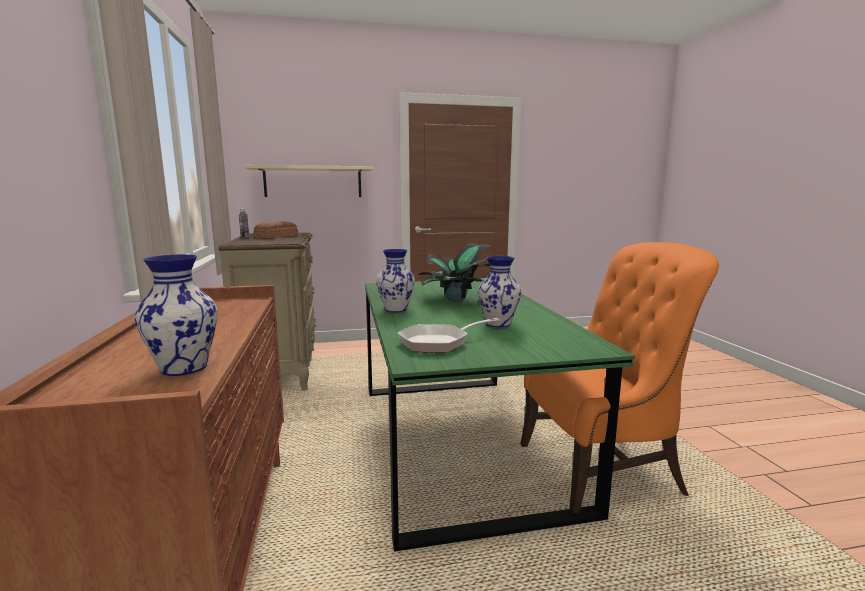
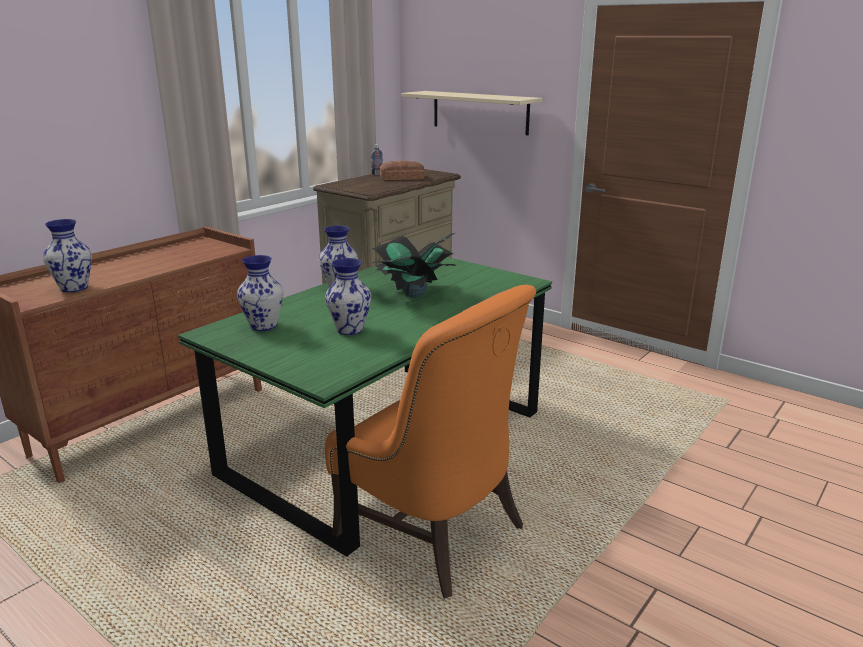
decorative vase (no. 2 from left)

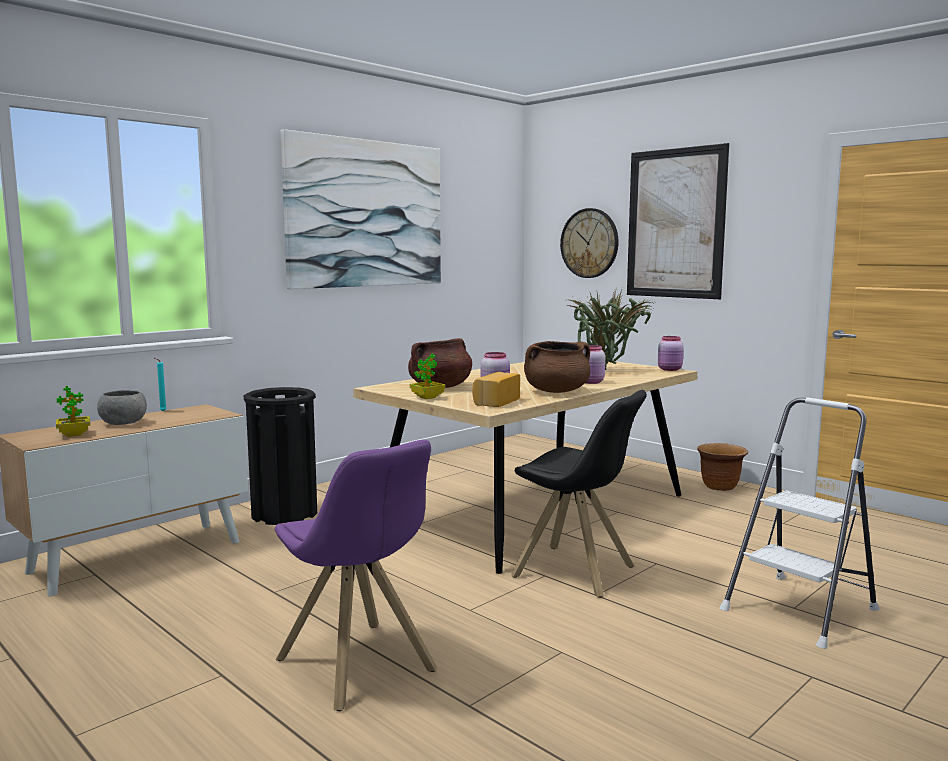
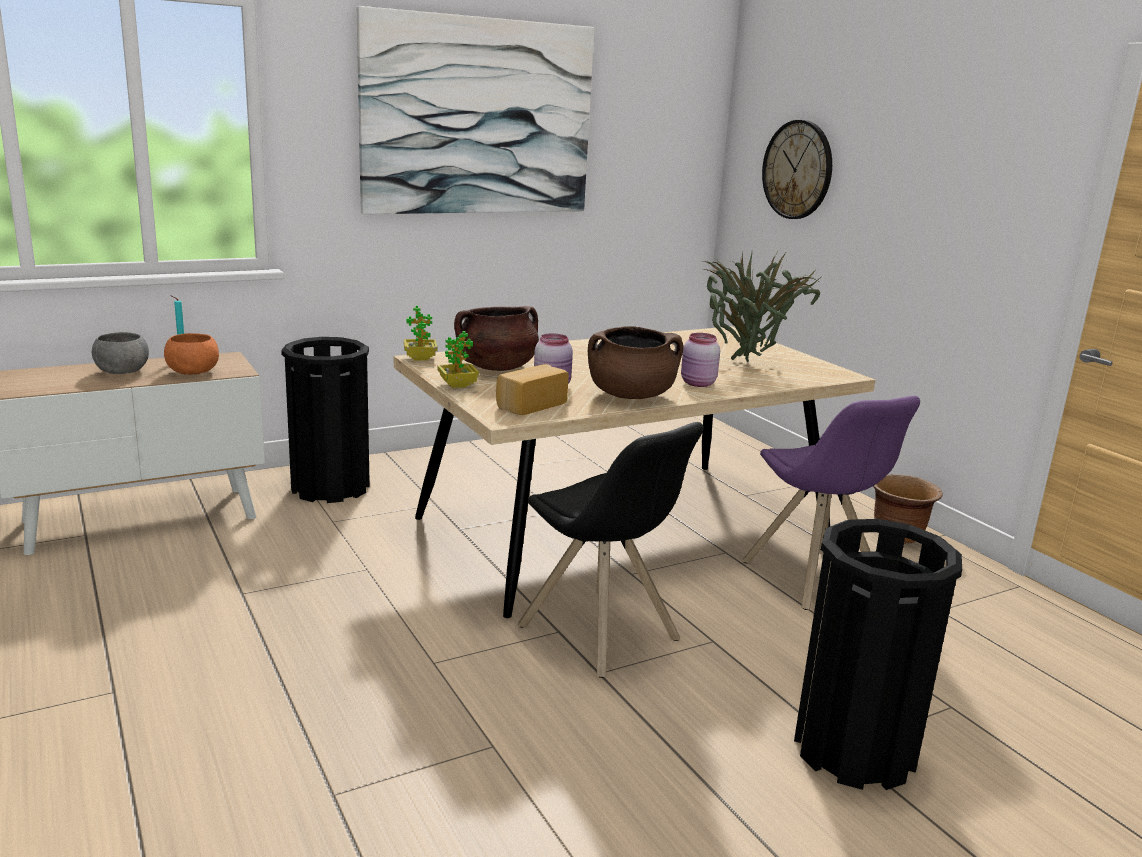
plant in a pot (no. 1 from left)
purple-coloured upright chair
wall art (no. 2 from left in the first image)
pink storage jar (no. 3 from left in the first image)
black-coloured rubbish bin (no. 2 from left)
orangey bowl

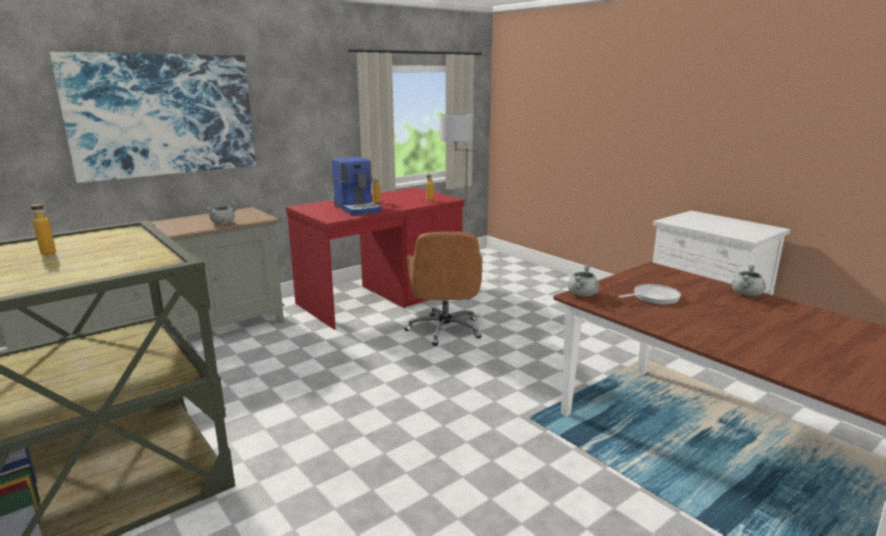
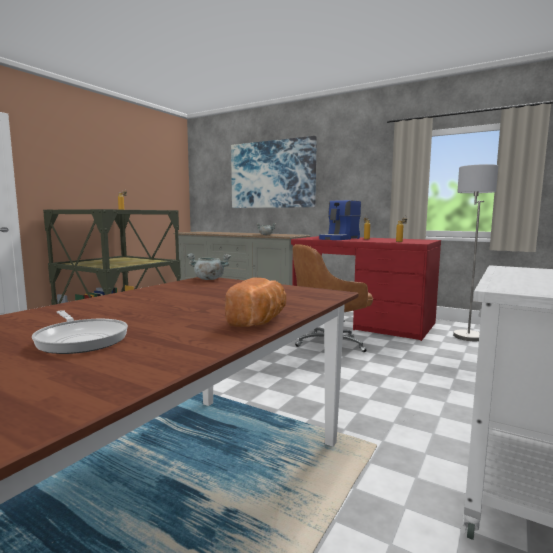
pan
baked bread

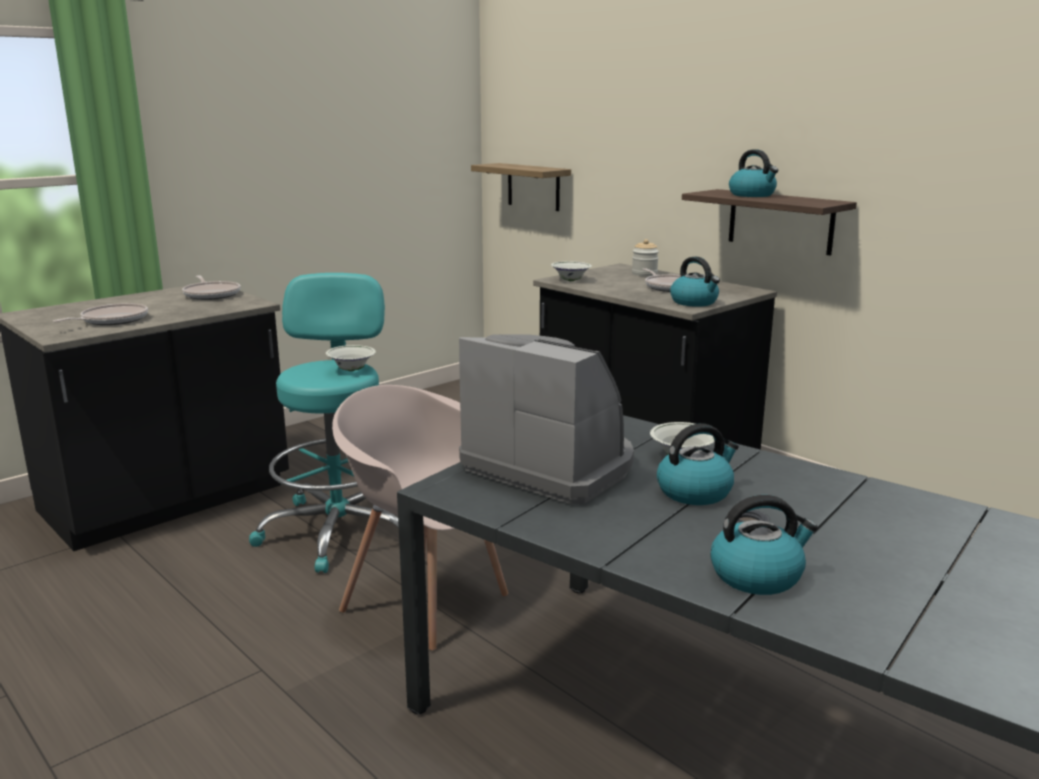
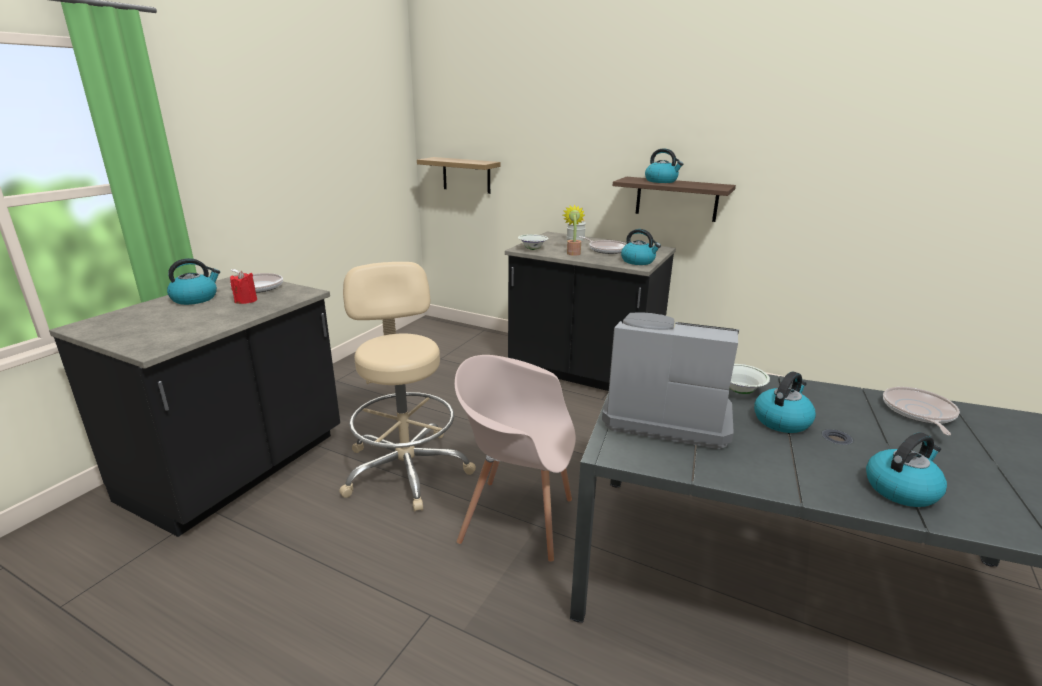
pan (no. 3 from left)
beige-coloured stool seat
white bowl (no. 1 from left in the first image)
kettle (no. 1 from left)
red-coloured candle
plant in a pot

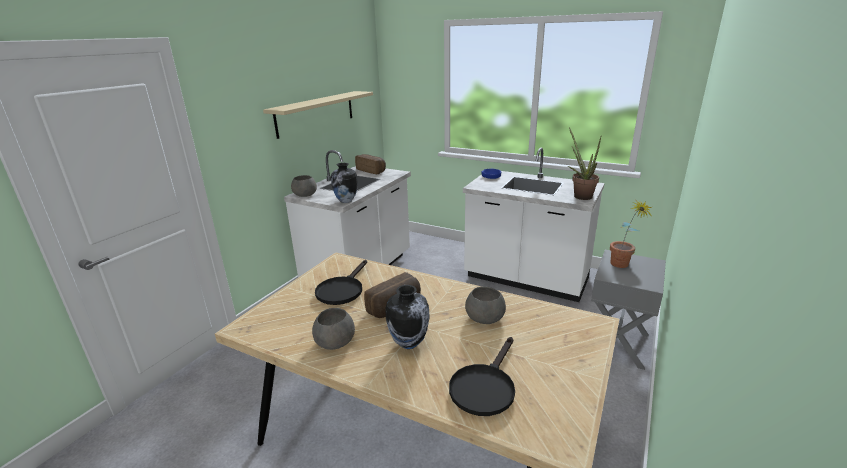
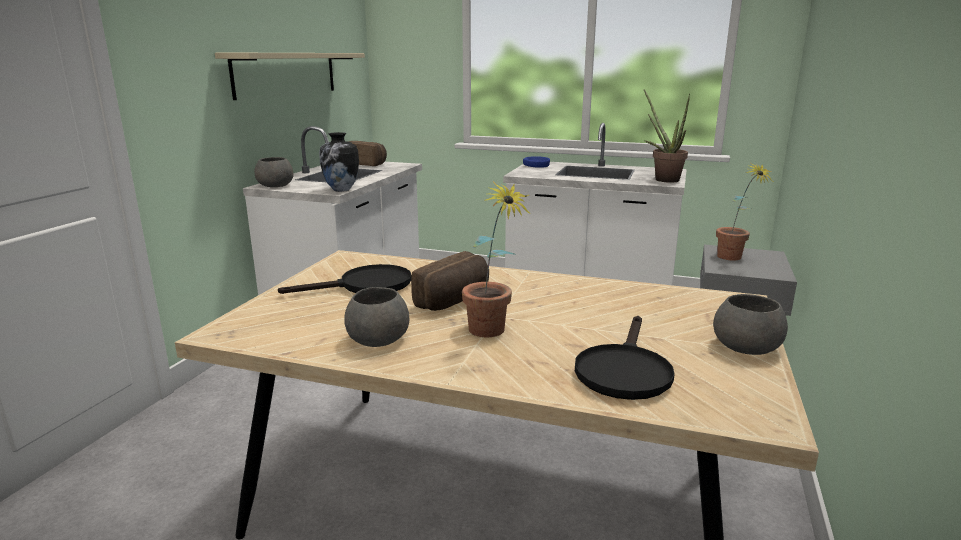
black-coloured pan (no. 1 from left)
plant in a pot (no. 1 from left)
gray bowl (no. 3 from left)

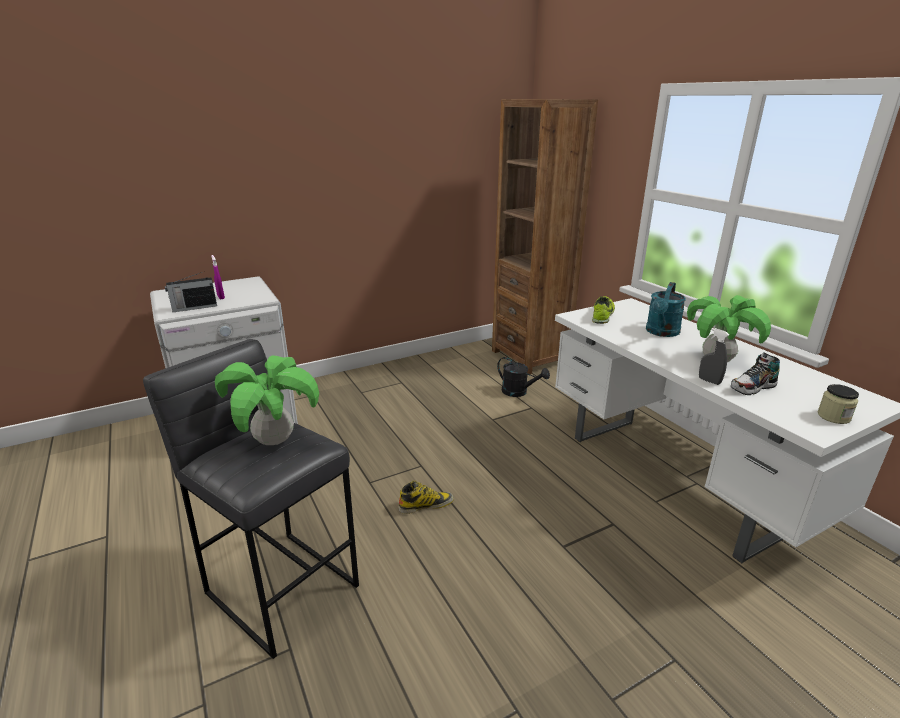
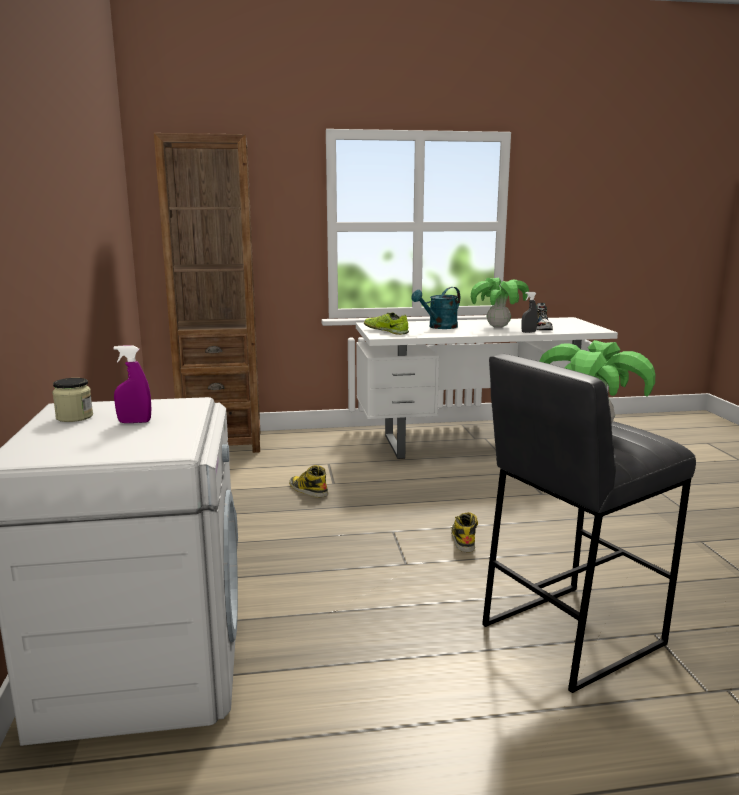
radio set
black-coloured sprinkling can
blue-green sprinkling can
storage jar
boot (no. 1 from left)

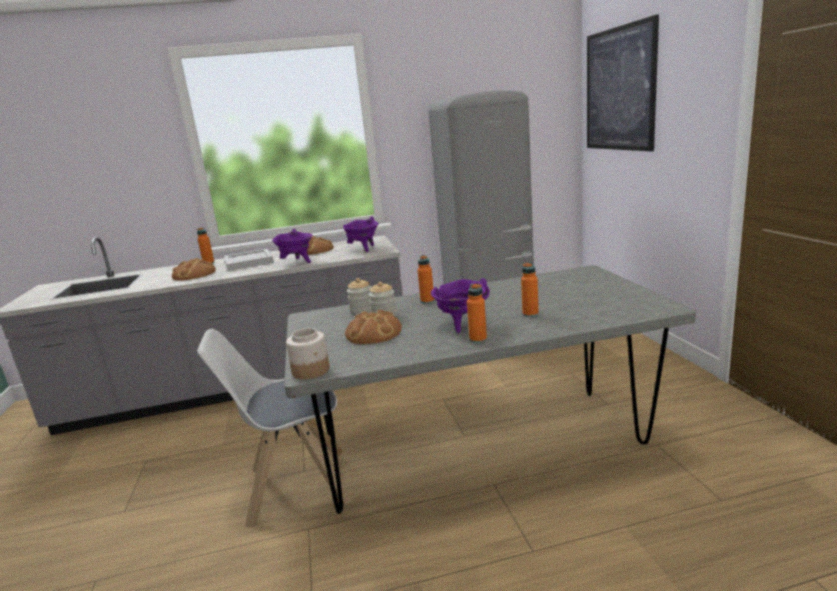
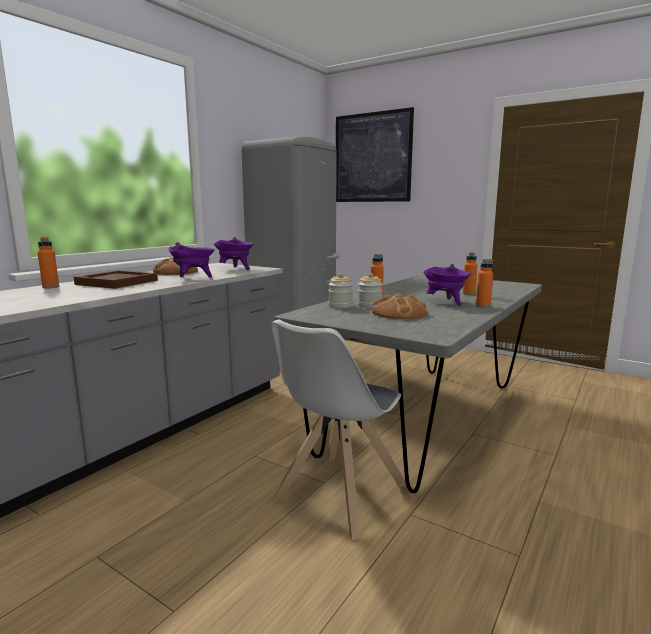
baked bread (no. 1 from left in the first image)
brownish tray
storage jar (no. 1 from left in the first image)

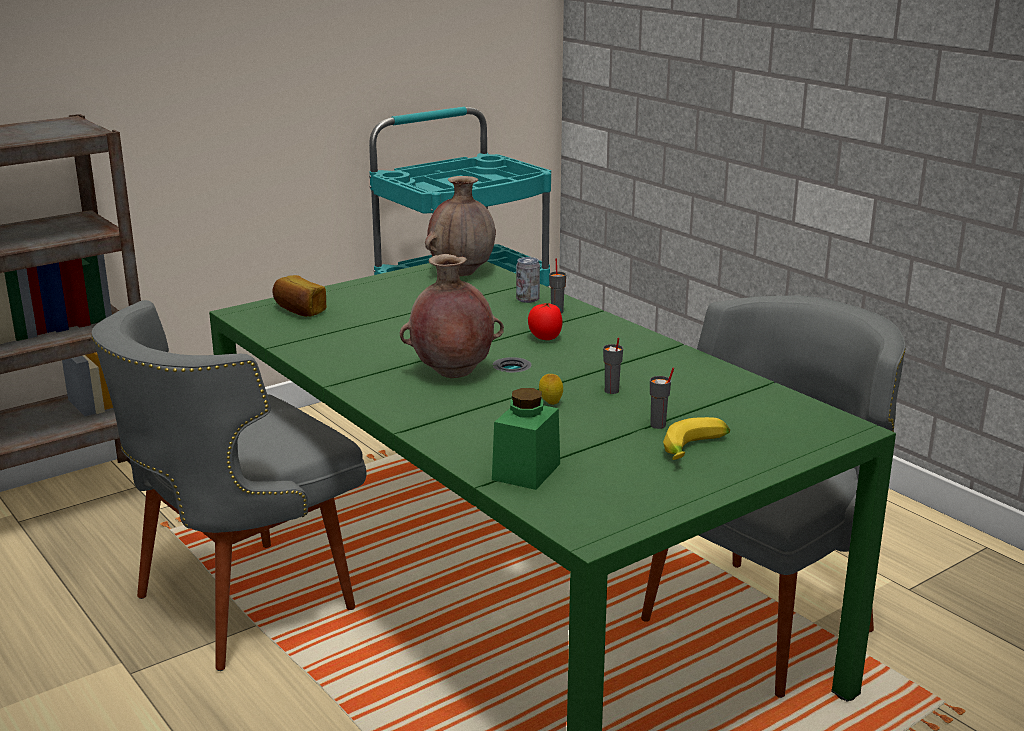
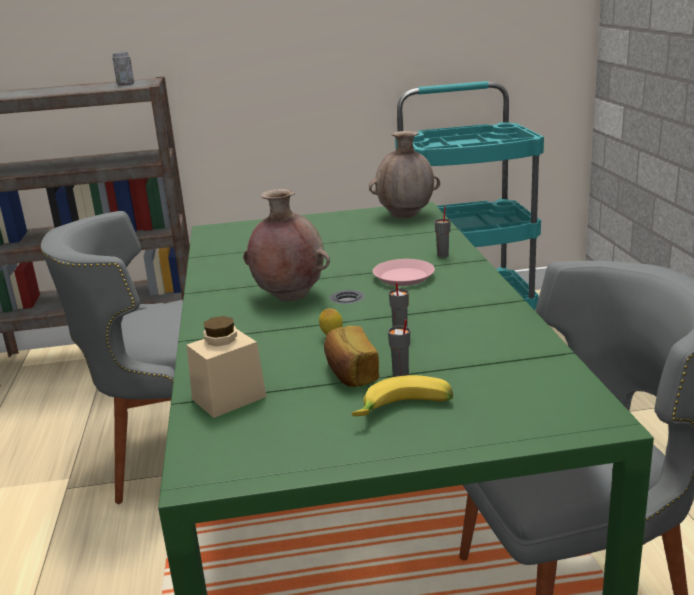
baked bread
beige-coloured storage jar
metal can
pink dinner plate

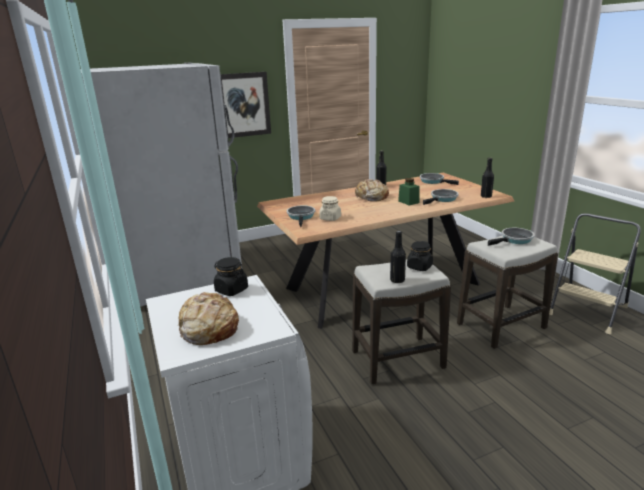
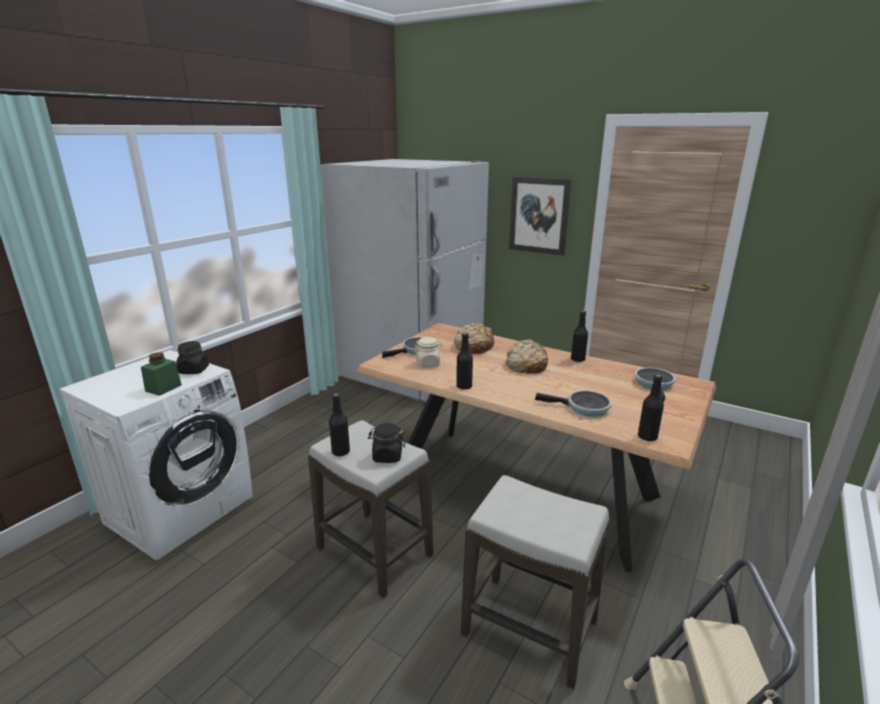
baked bread (no. 1 from left)
green-coloured storage jar
pan (no. 4 from left in the first image)
black-coloured bottle (no. 2 from left)

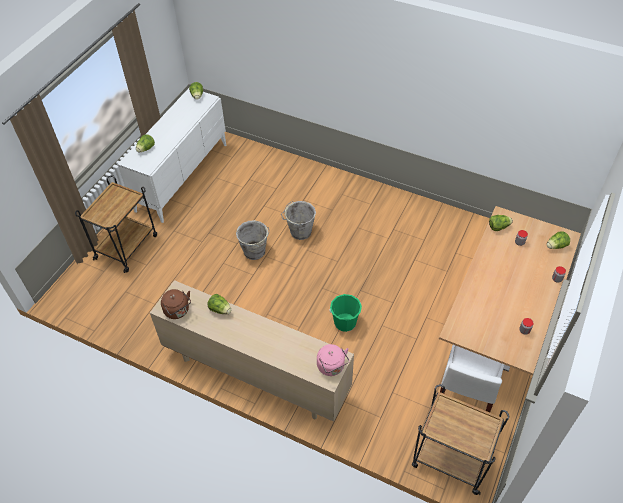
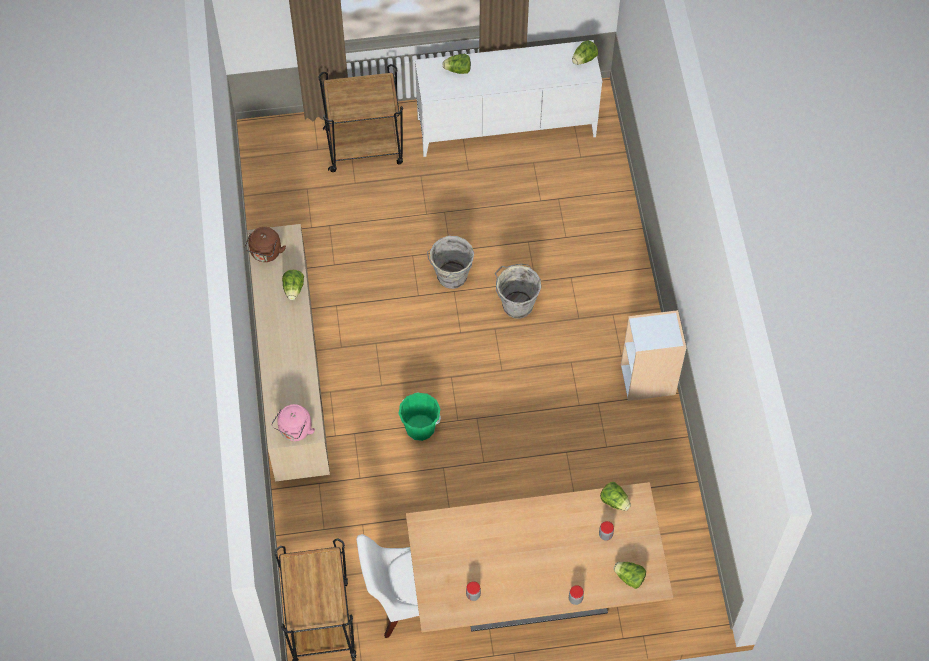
bookcase

